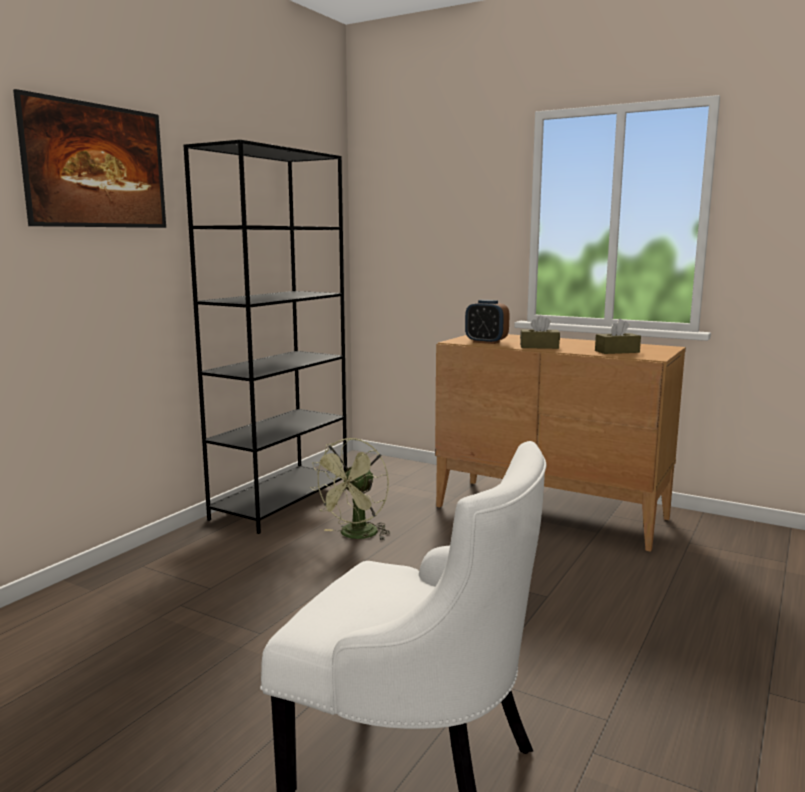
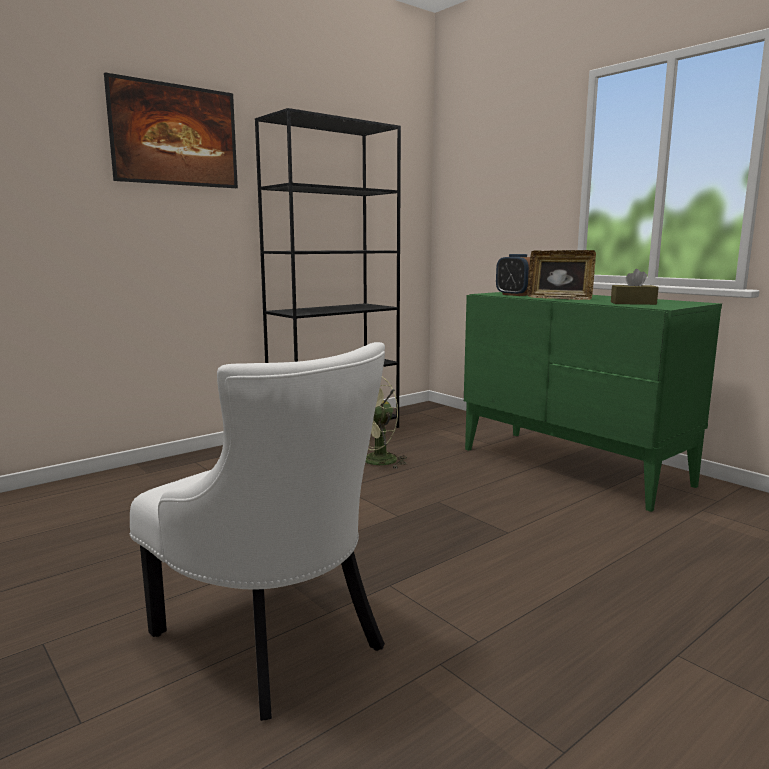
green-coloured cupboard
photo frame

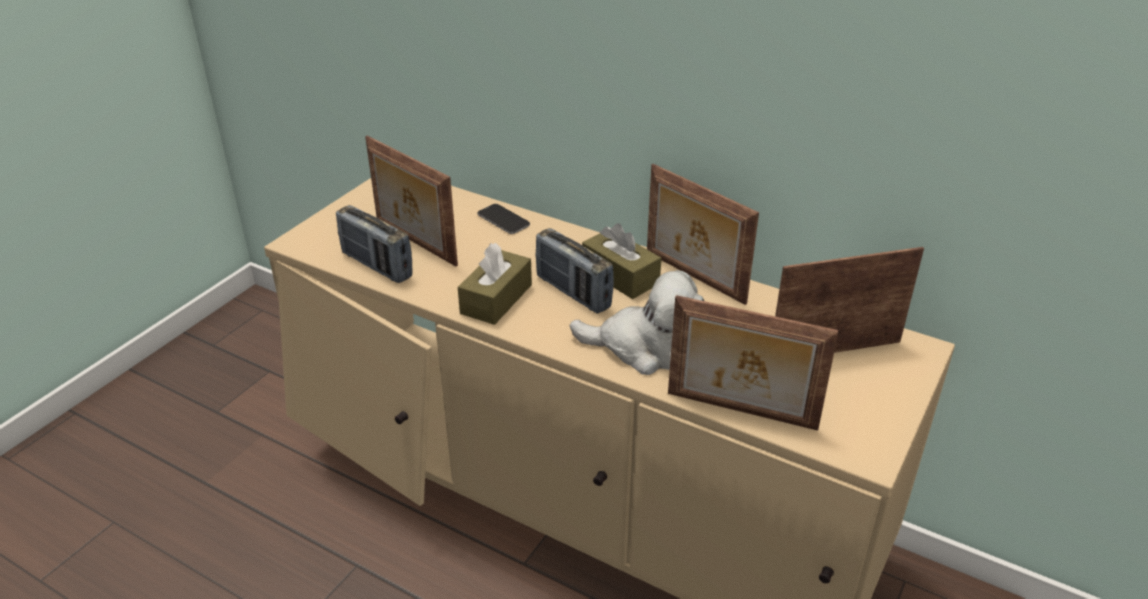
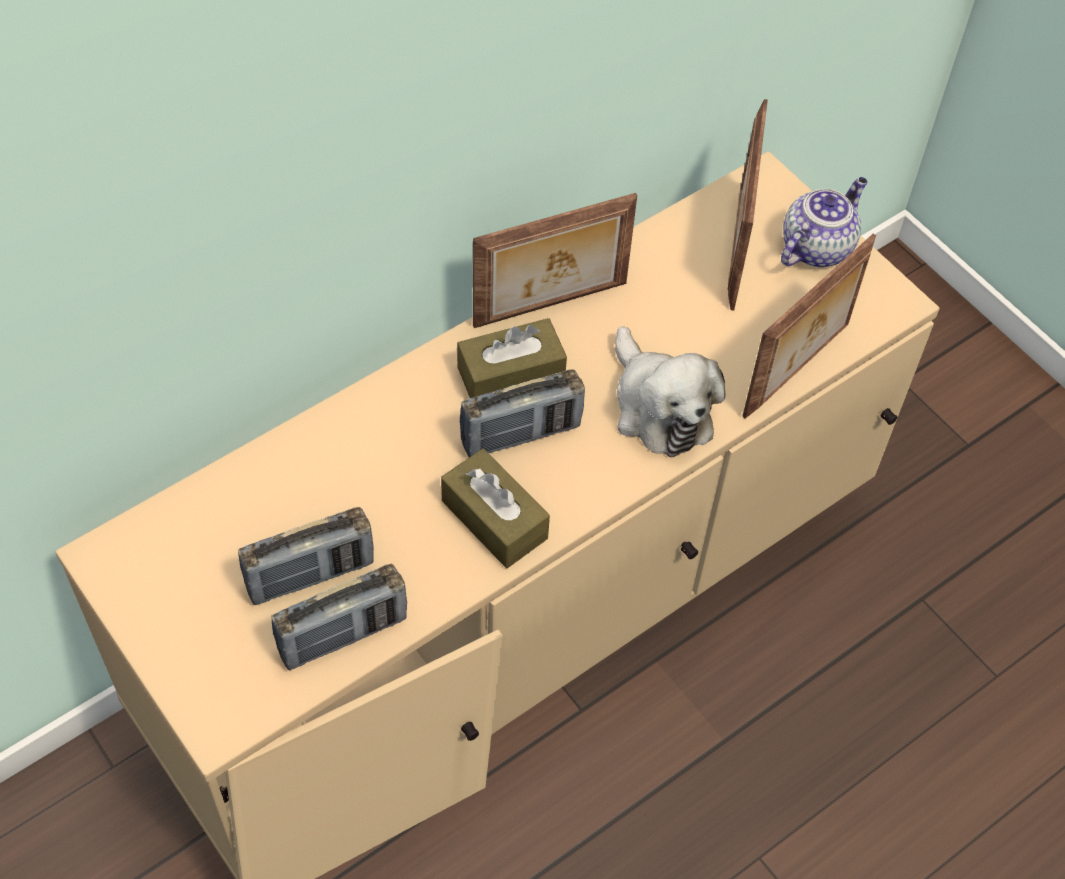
radio set (no. 1 from left)
phone
cuddly toy
tea pot

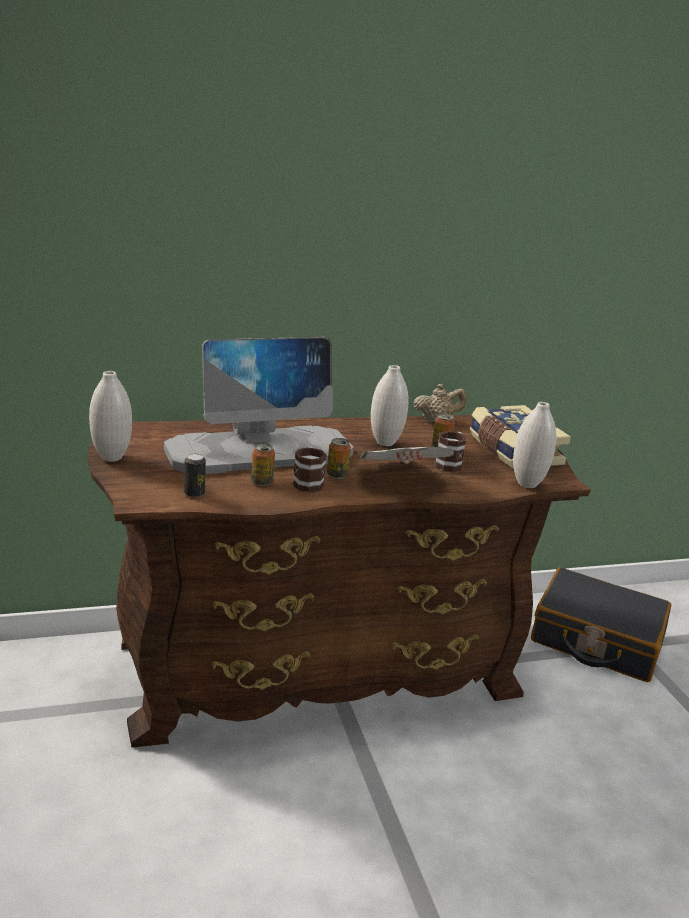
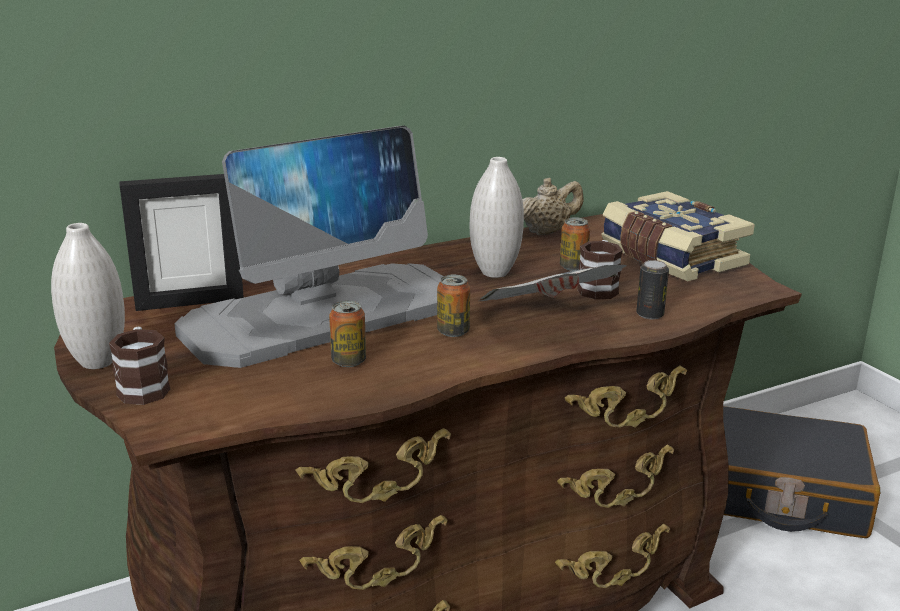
metal can (no. 4 from left)
mug (no. 1 from left)
white decorative vase (no. 3 from left in the first image)
photo frame

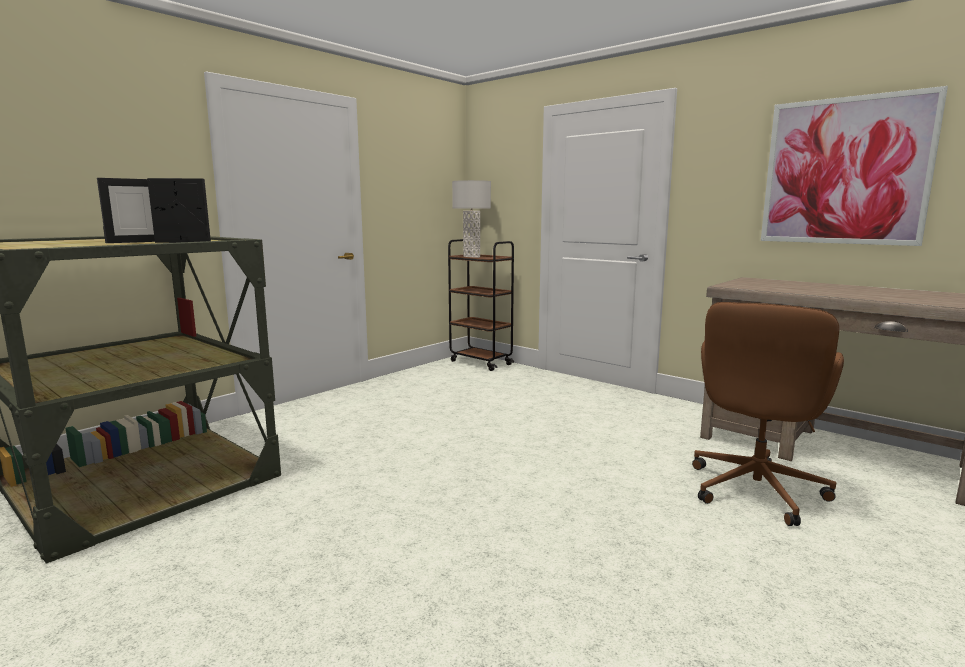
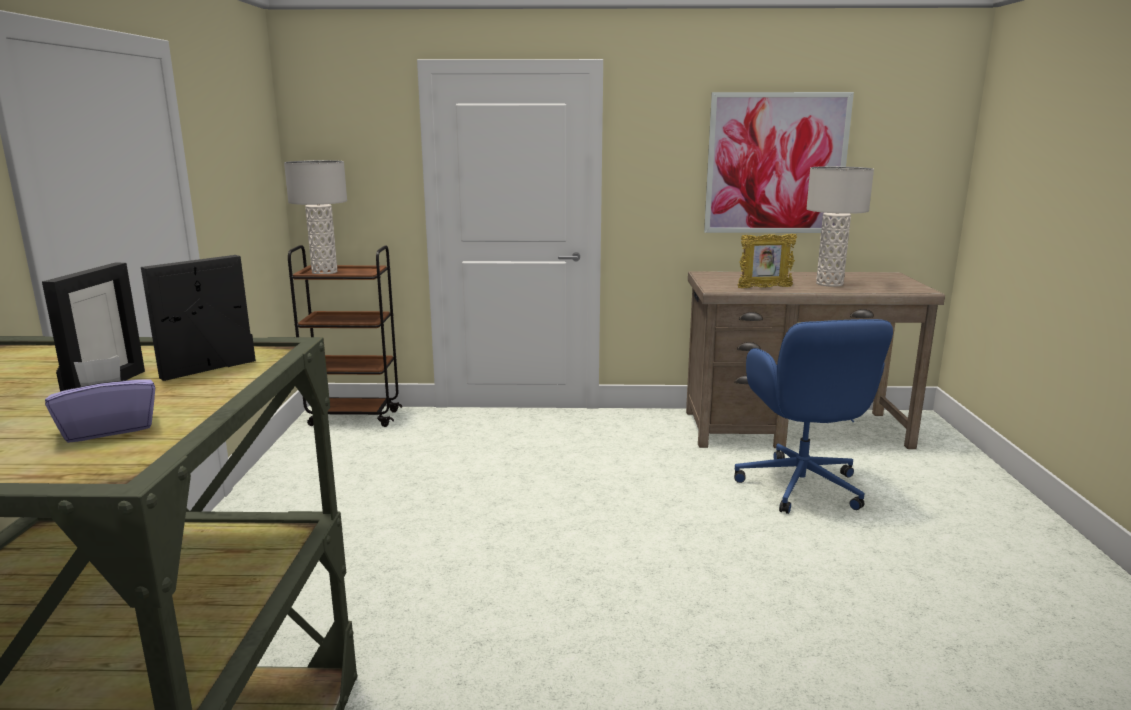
bluish desk chair
purple-coloured tissue box
photo frame (no. 3 from left)
white lamp for a table (no. 2 from left)

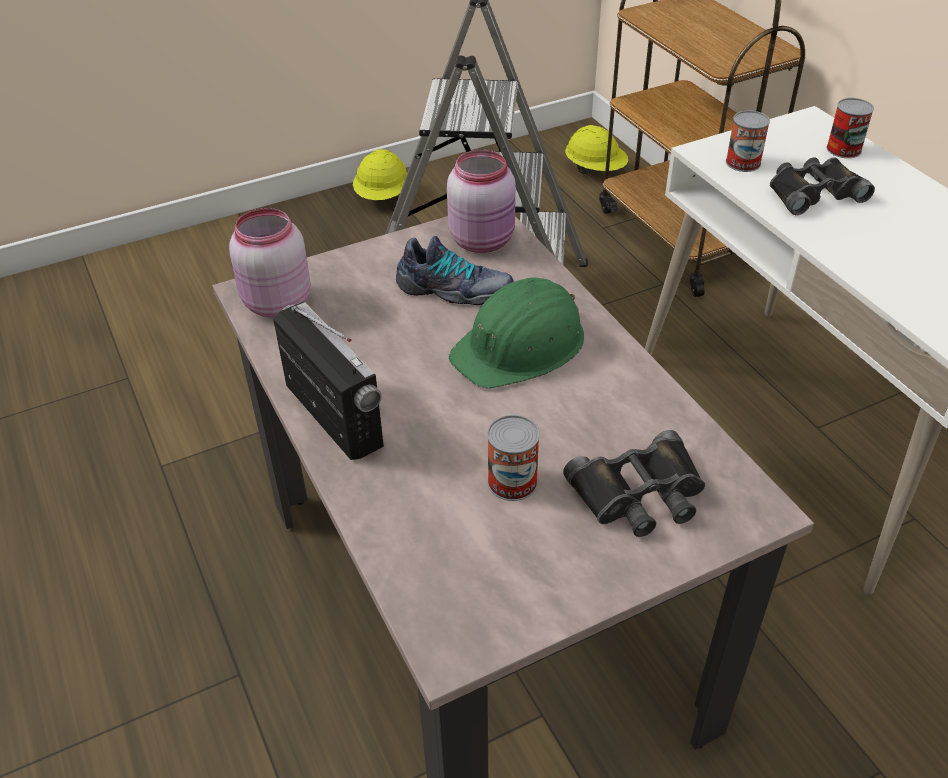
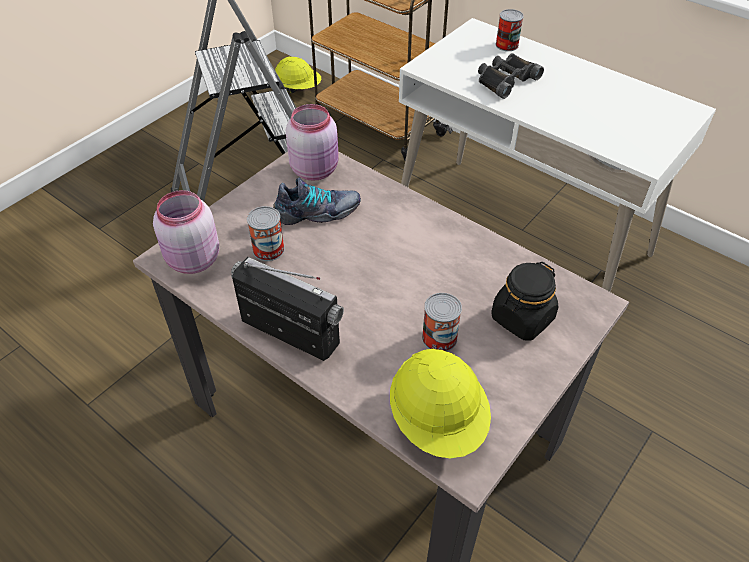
yellow-coloured safety helmet (no. 2 from left)
green-coloured safety helmet
black-coloured storage jar
metal can (no. 1 from left)

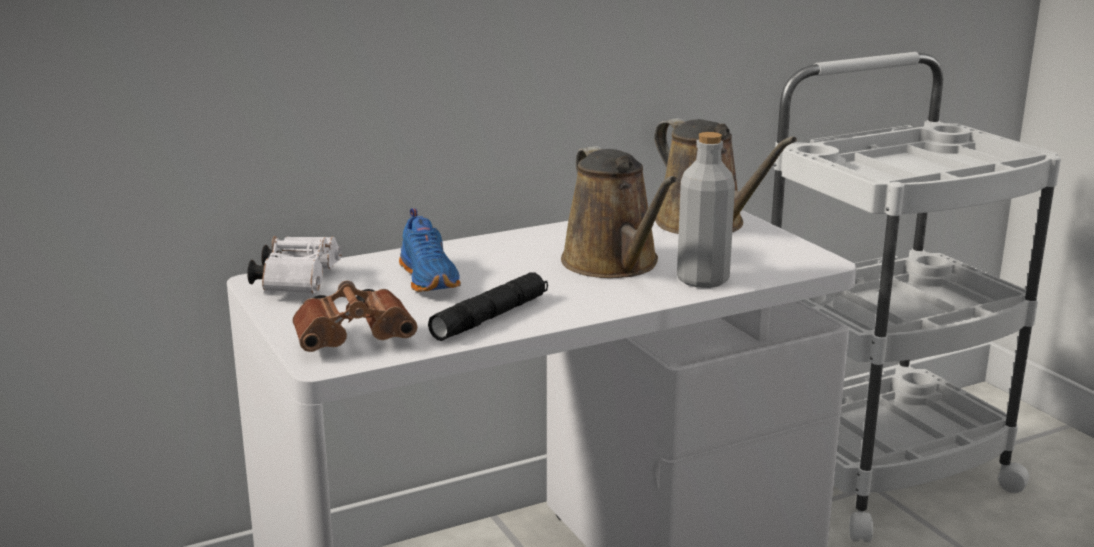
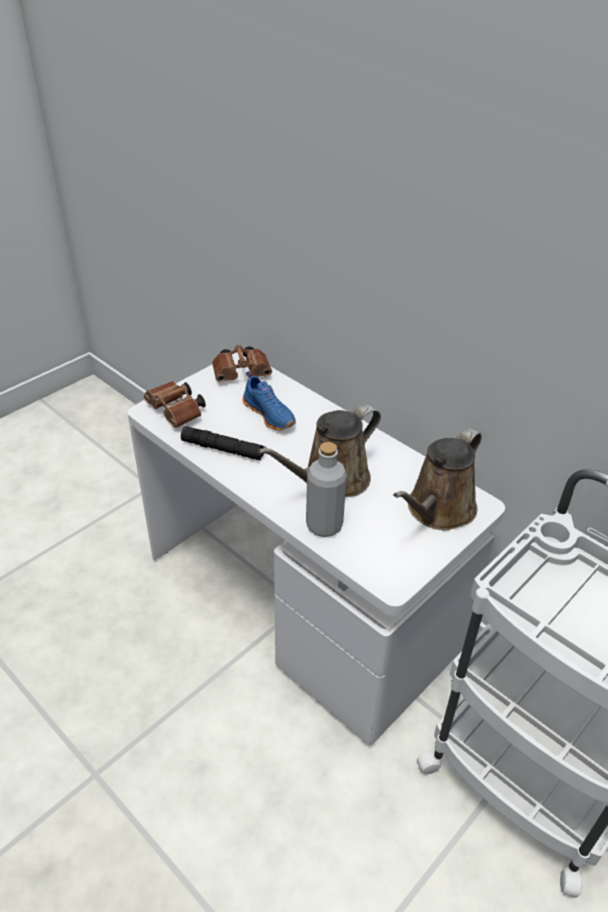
brownish binoculars (no. 2 from left)
bluish item of footwear

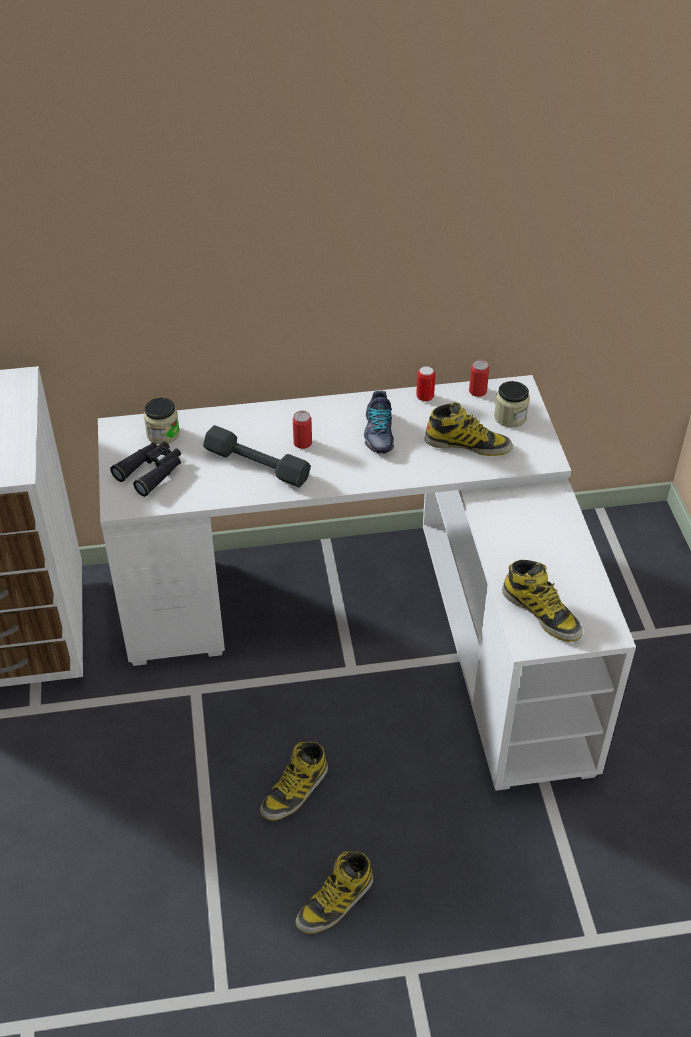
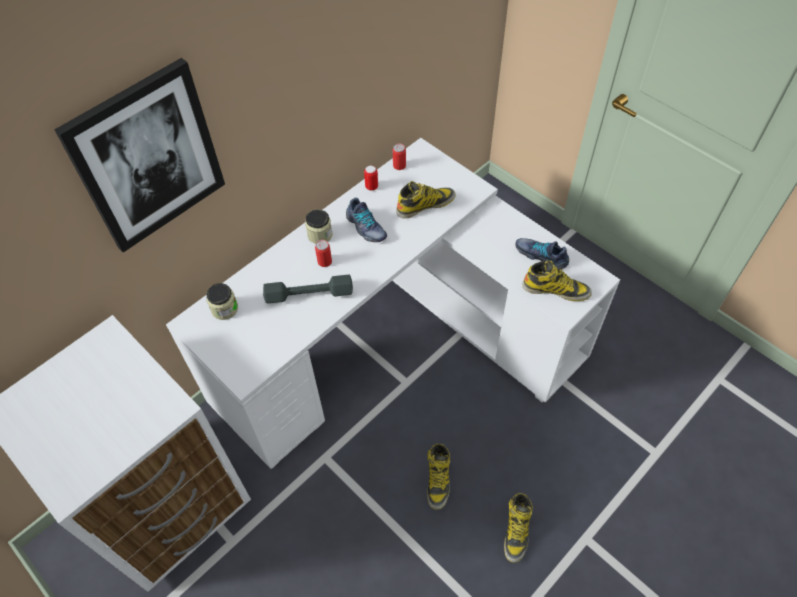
black-coloured binoculars
storage jar (no. 2 from left)
wall art
item of footwear (no. 2 from left)

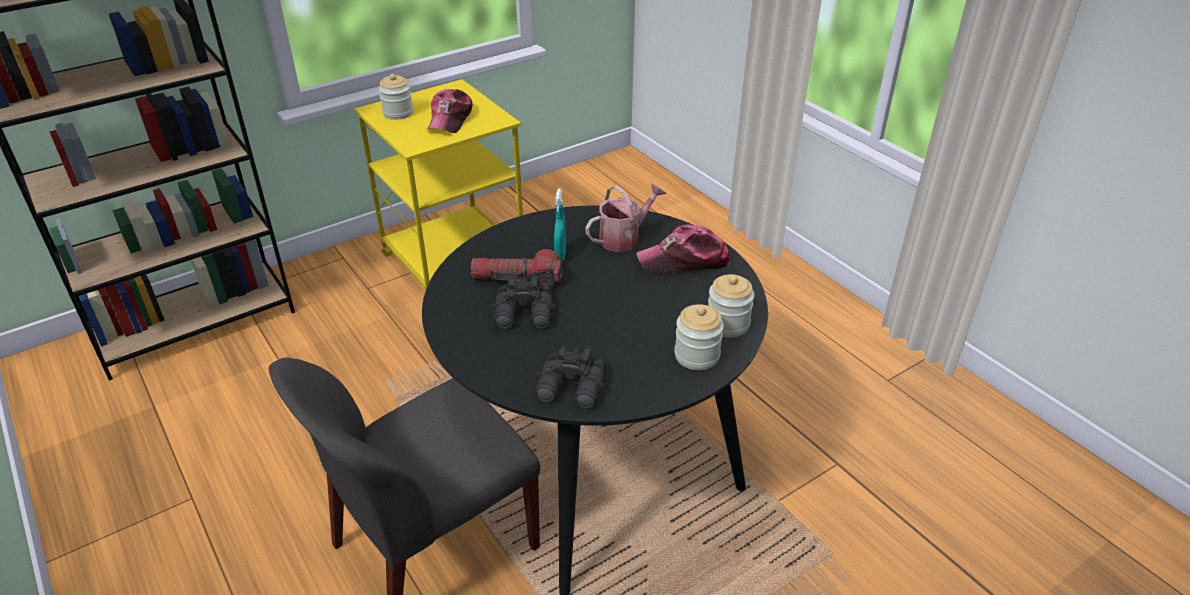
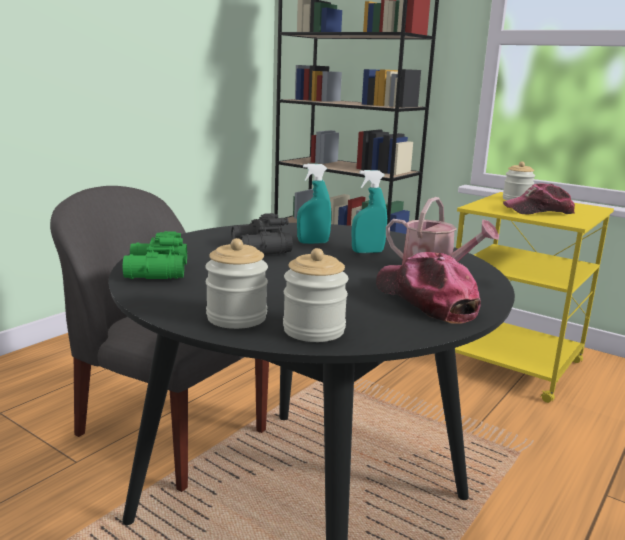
blue-green hand sprayer (no. 1 from left)
green-coloured binoculars

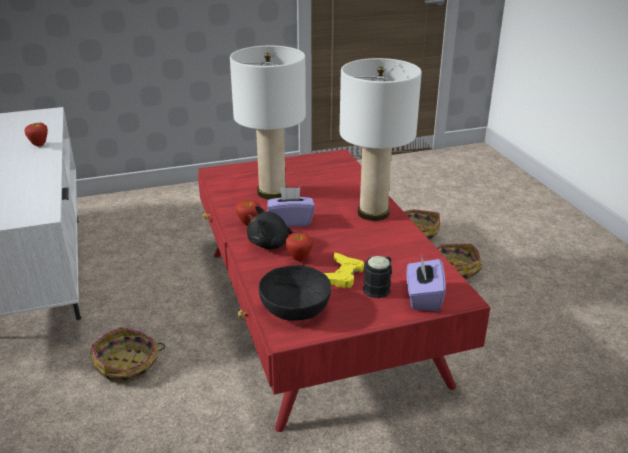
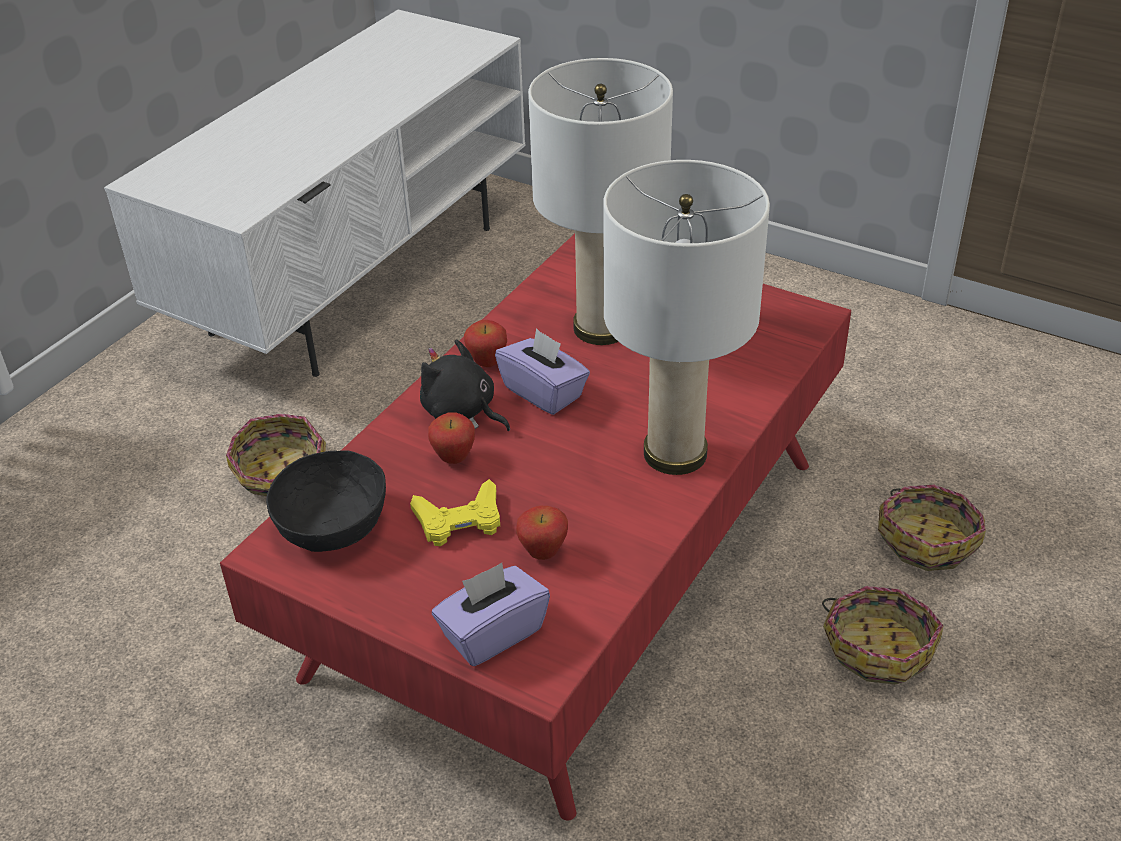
apple (no. 3 from left)
black-coloured mug

